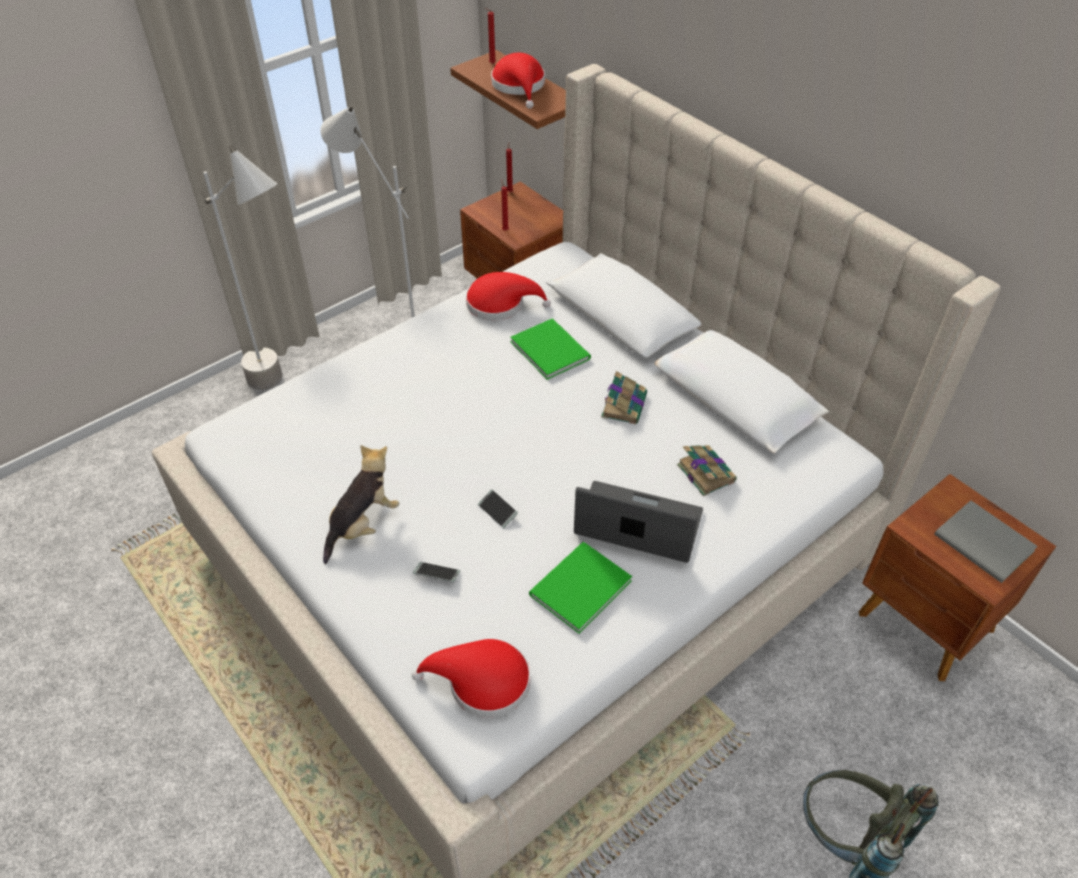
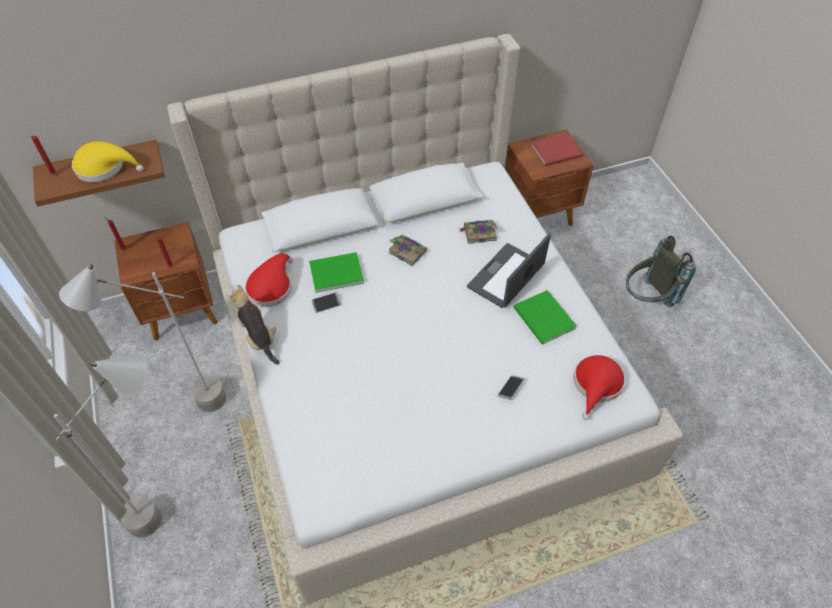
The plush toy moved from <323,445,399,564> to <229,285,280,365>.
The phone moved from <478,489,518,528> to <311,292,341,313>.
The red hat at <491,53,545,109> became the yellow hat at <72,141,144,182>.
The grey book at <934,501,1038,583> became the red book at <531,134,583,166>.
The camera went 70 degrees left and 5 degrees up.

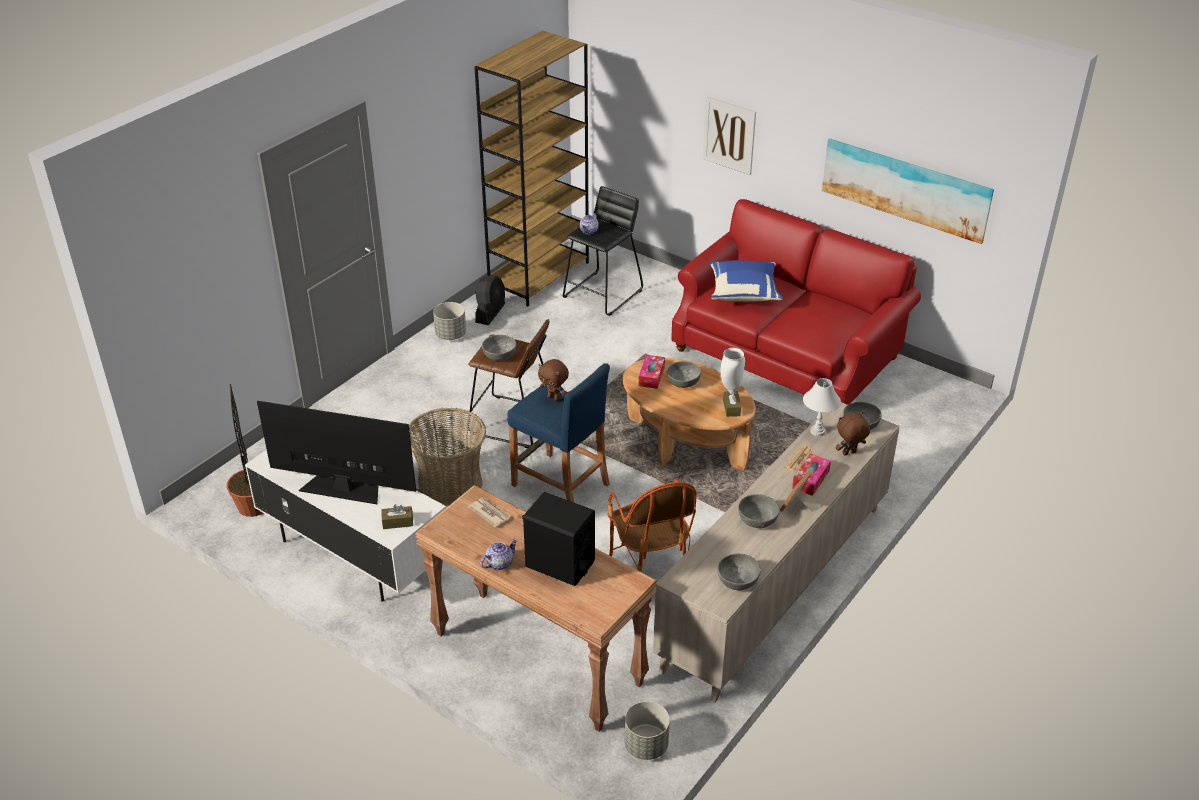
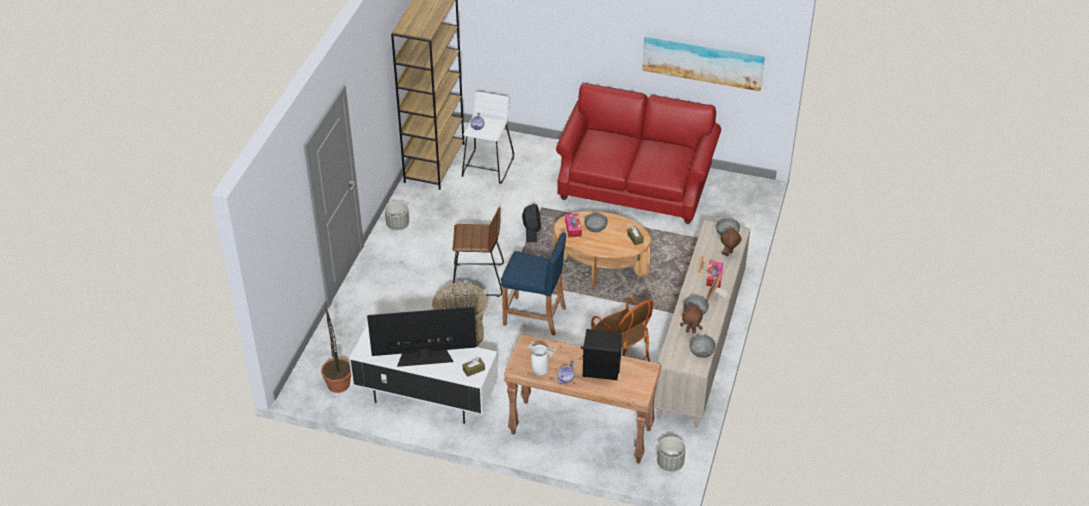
The grey bowl at <482,335,516,361> disappeared.
The picture at <703,97,756,175> disappeared.
The blue pillow at <710,260,783,301> disappeared.
The white table lamp at <803,378,841,436> disappeared.
The black fan moved from <475,275,505,325> to <522,204,541,242>.
The brown plush toy moved from <538,359,569,401> to <680,305,703,334>.
The white vase moved from <721,348,745,391> to <531,345,548,376>.
The black stool at <563,186,643,316> became the white stool at <462,91,514,184>.
The camera went 20 degrees left and 5 degrees up.

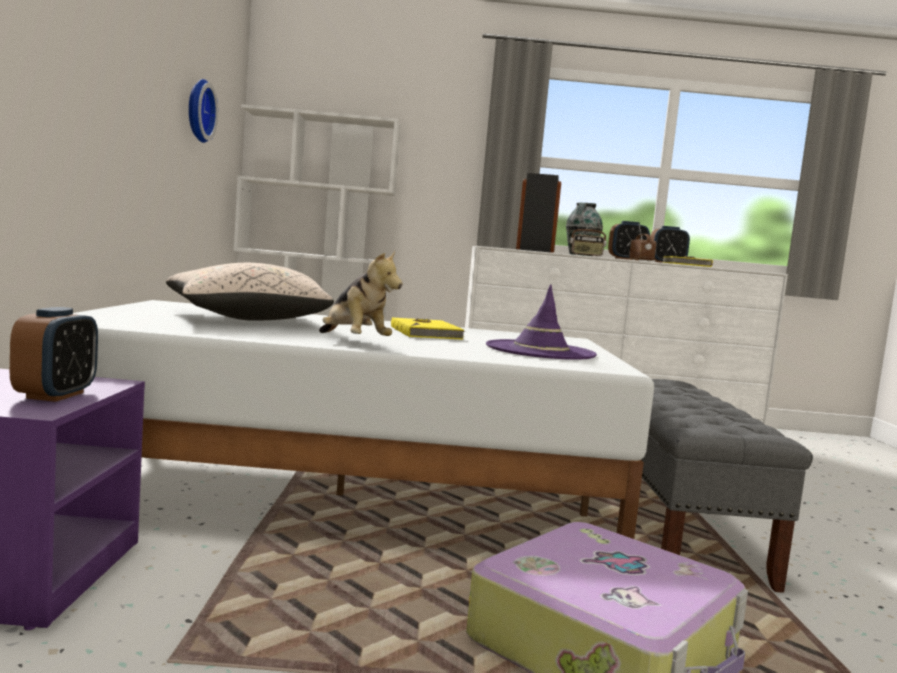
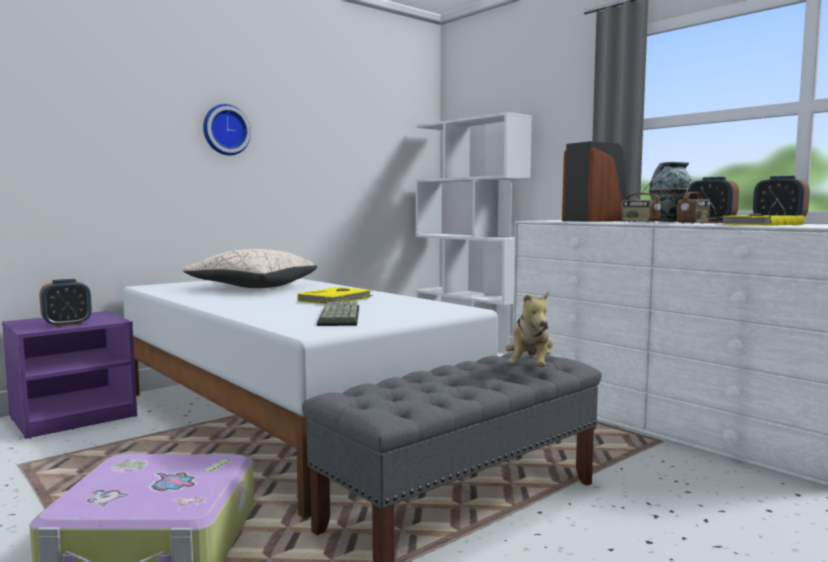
The wall clock moved from <189,79,218,143> to <203,104,251,155>.
The plush toy moved from <319,251,402,336> to <505,291,553,367>.
The purple hat at <486,284,597,360> was replaced by the keyboard at <317,301,359,326>.
The camera went 50 degrees right and 0 degrees up.

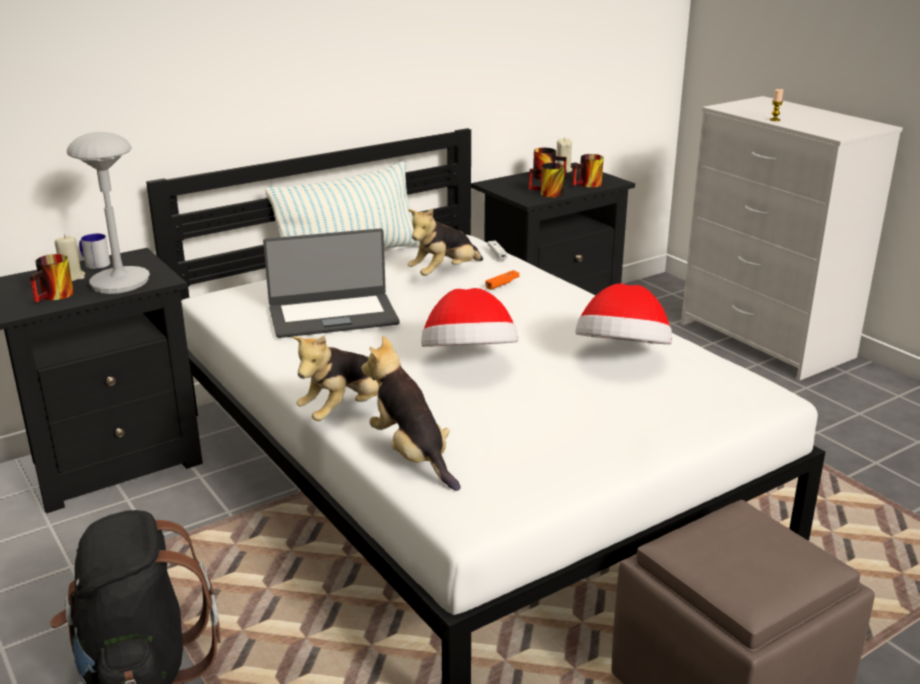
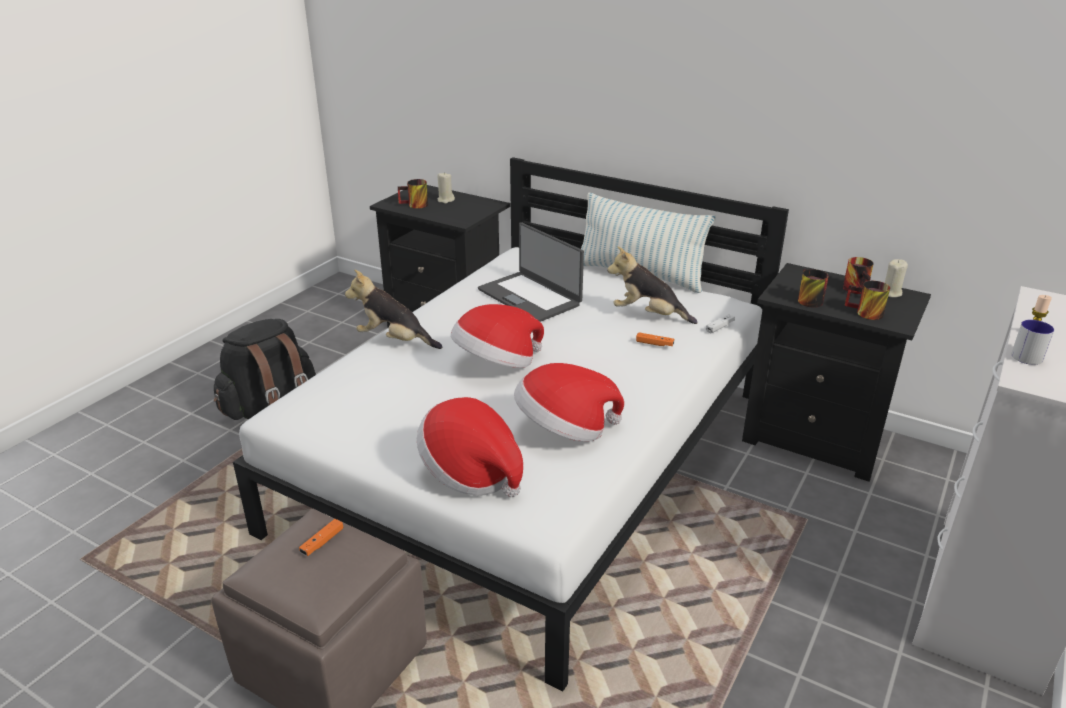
The grey table lamp at <67,132,150,294> disappeared.
The plush toy at <361,336,461,491> disappeared.
The orange game controller at <299,519,343,556> appeared.
The hat at <417,397,523,497> appeared.
The mug moved from <79,234,110,269> to <1011,320,1054,365>.
The camera went 65 degrees right and 5 degrees up.

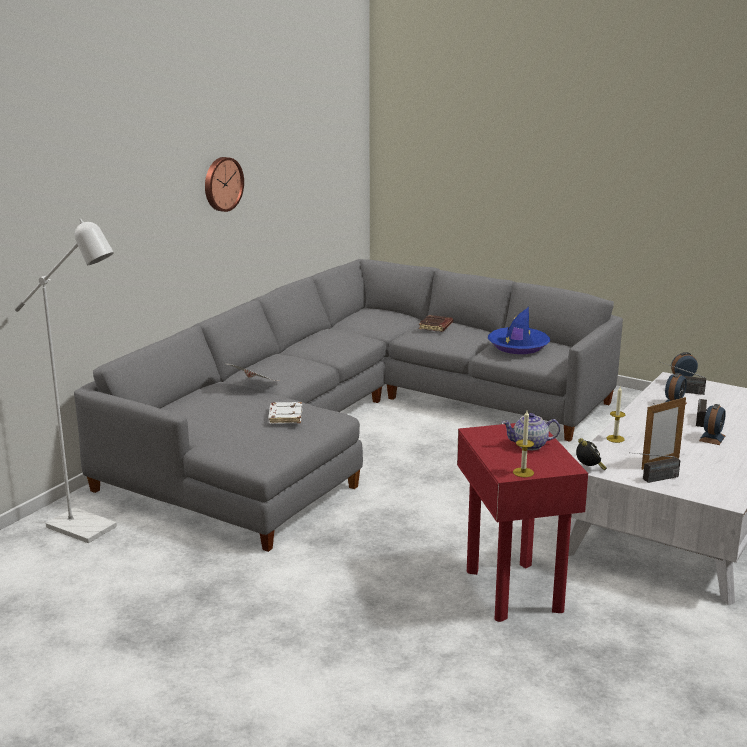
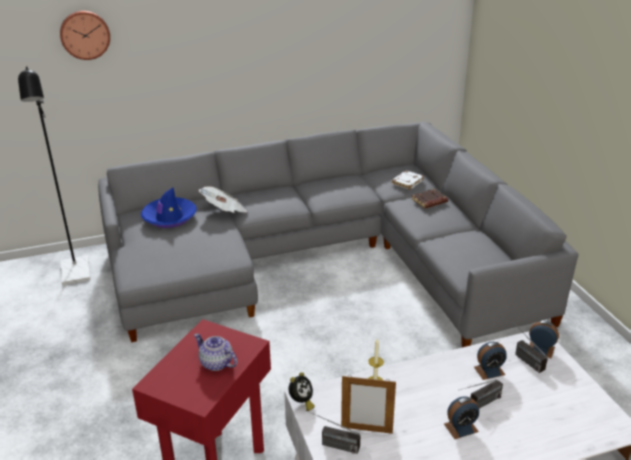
The candle at <513,411,534,477> disappeared.
The wall clock moved from <205,157,244,212> to <60,11,110,60>.
The white book moved from <268,402,303,424> to <391,171,424,190>.
The blue hat moved from <488,307,550,354> to <141,188,197,228>.
The white floor lamp at <15,219,117,543> became the black floor lamp at <18,66,91,285>.
The camera went 40 degrees right and 10 degrees up.

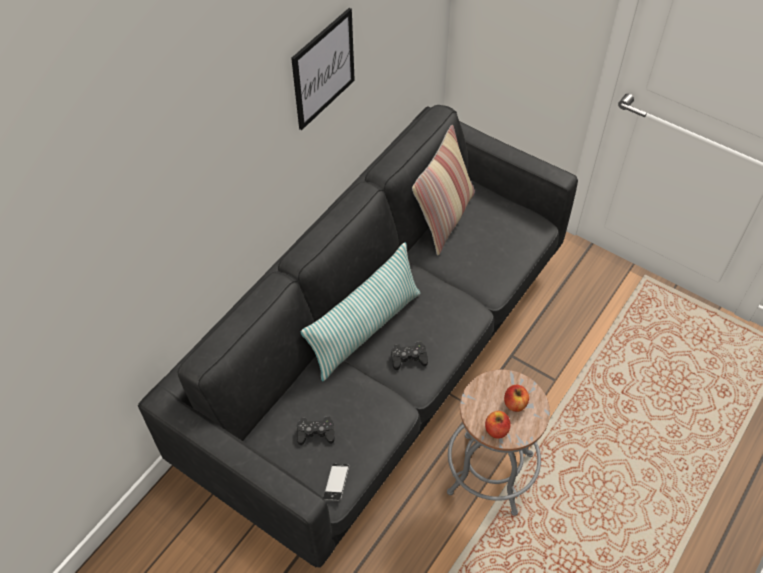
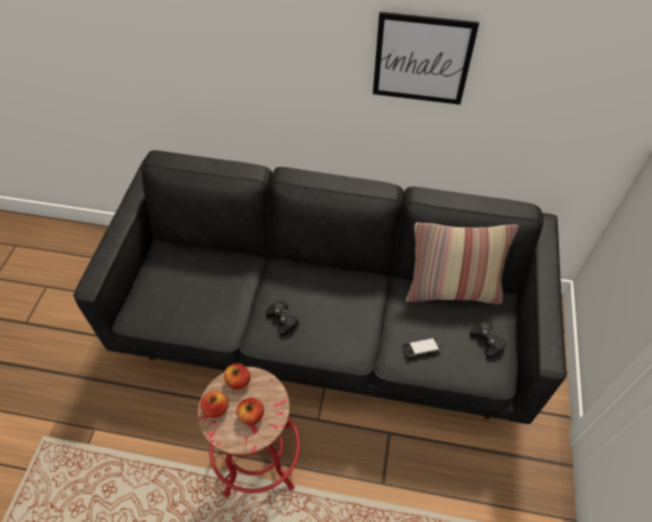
The pillow at <301,242,420,381> disappeared.
The apple at <224,363,250,390> appeared.
The black game controller moved from <297,416,335,445> to <470,321,507,358>.
The phone moved from <323,464,349,501> to <403,338,441,356>.
The grey stool at <447,370,550,516> became the red stool at <198,367,300,497>.
The camera went 65 degrees right and 0 degrees up.

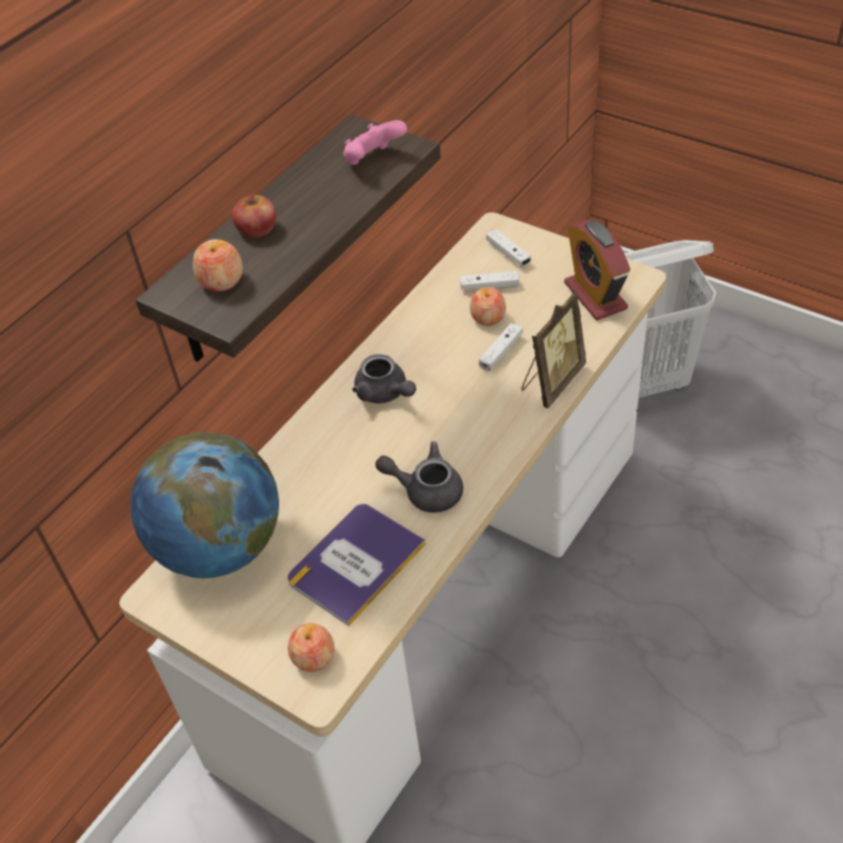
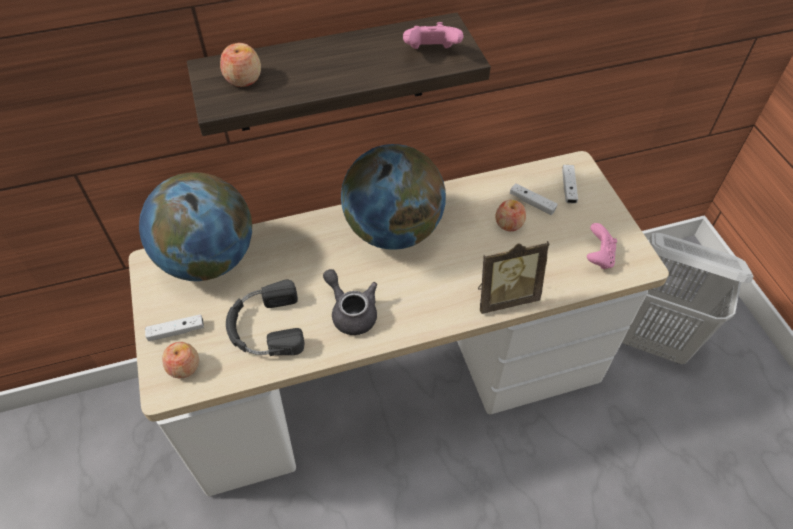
The apple at <232,195,276,238> disappeared.
The white game controller moved from <479,323,523,371> to <145,314,204,341>.
The book at <288,504,426,626> was replaced by the black headphones at <226,280,305,356>.
The grey teapot at <352,354,416,404> was replaced by the globe at <341,144,446,250>.
The alarm clock at <564,219,630,320> was replaced by the pink game controller at <587,223,617,270>.
The camera went 35 degrees right and 5 degrees up.

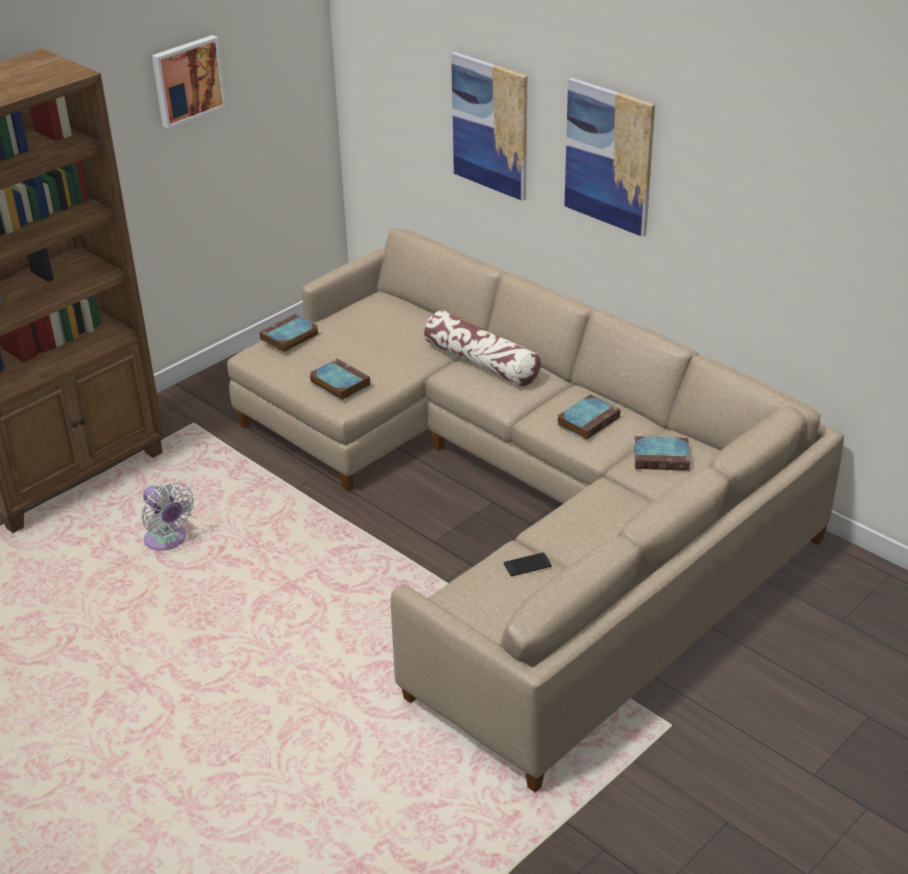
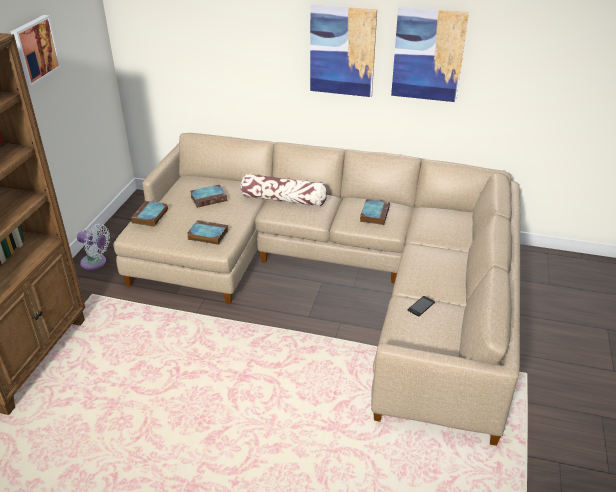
The white fan moved from <141,482,194,551> to <77,224,110,270>.
The picture moved from <451,52,527,201> to <391,7,469,102>.
The book moved from <634,436,690,471> to <190,185,227,208>.
The camera went 30 degrees left and 0 degrees up.

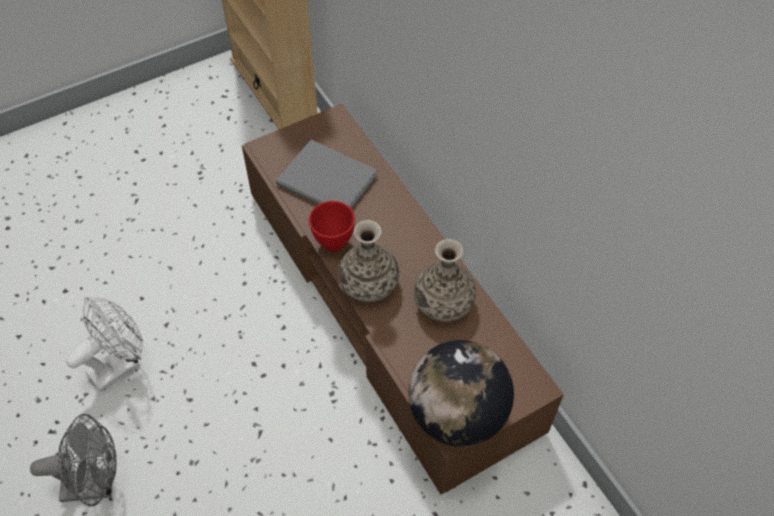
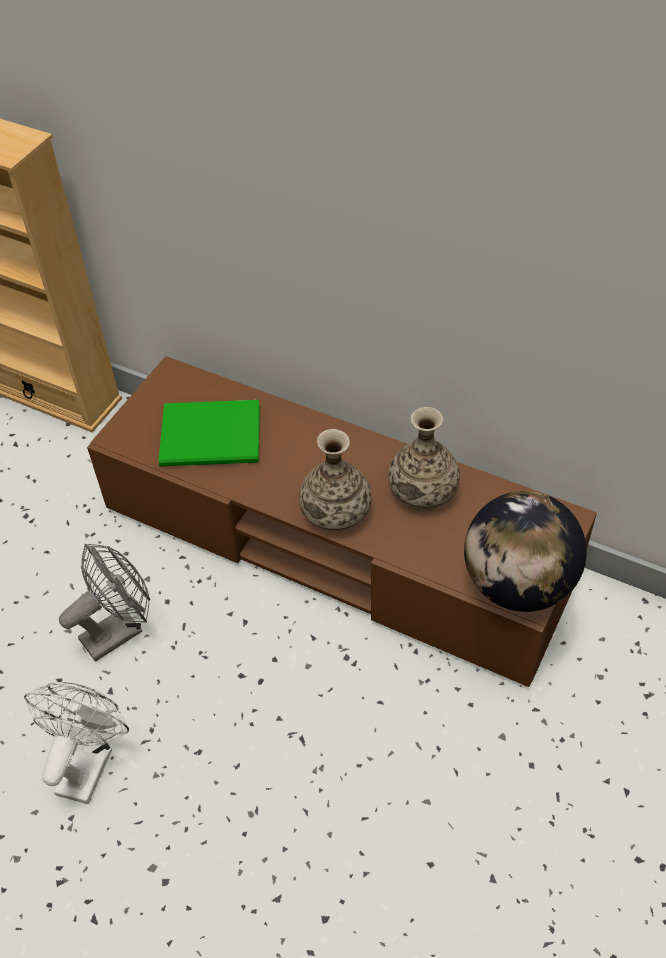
The red bowl at <309,201,355,252> disappeared.
The grey fan moved from <30,414,117,506> to <59,544,150,661>.
The grey book at <276,140,377,209> became the green book at <159,400,260,466>.
The camera went 30 degrees left and 5 degrees down.

